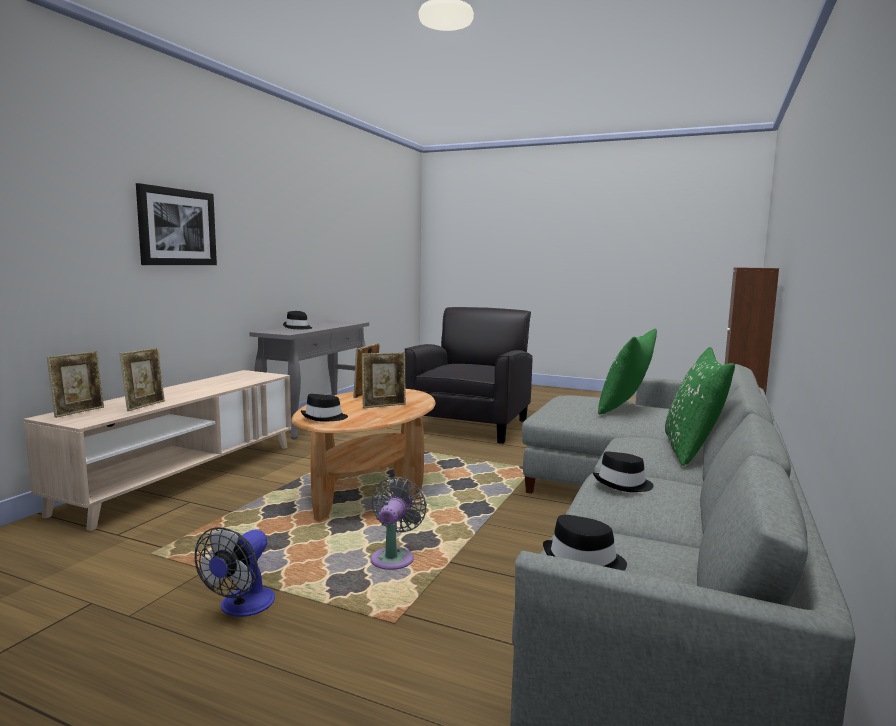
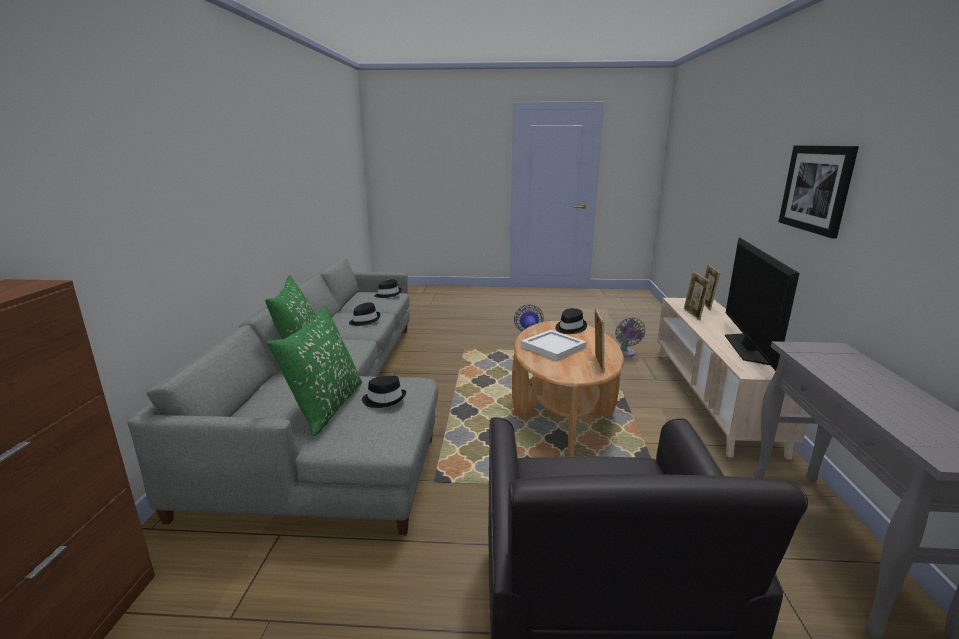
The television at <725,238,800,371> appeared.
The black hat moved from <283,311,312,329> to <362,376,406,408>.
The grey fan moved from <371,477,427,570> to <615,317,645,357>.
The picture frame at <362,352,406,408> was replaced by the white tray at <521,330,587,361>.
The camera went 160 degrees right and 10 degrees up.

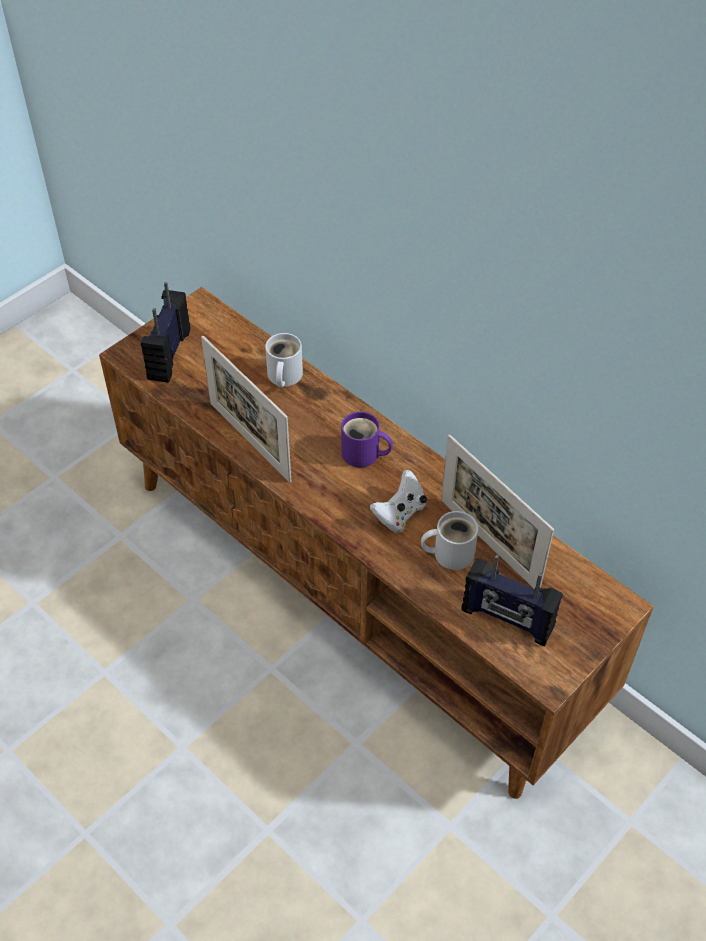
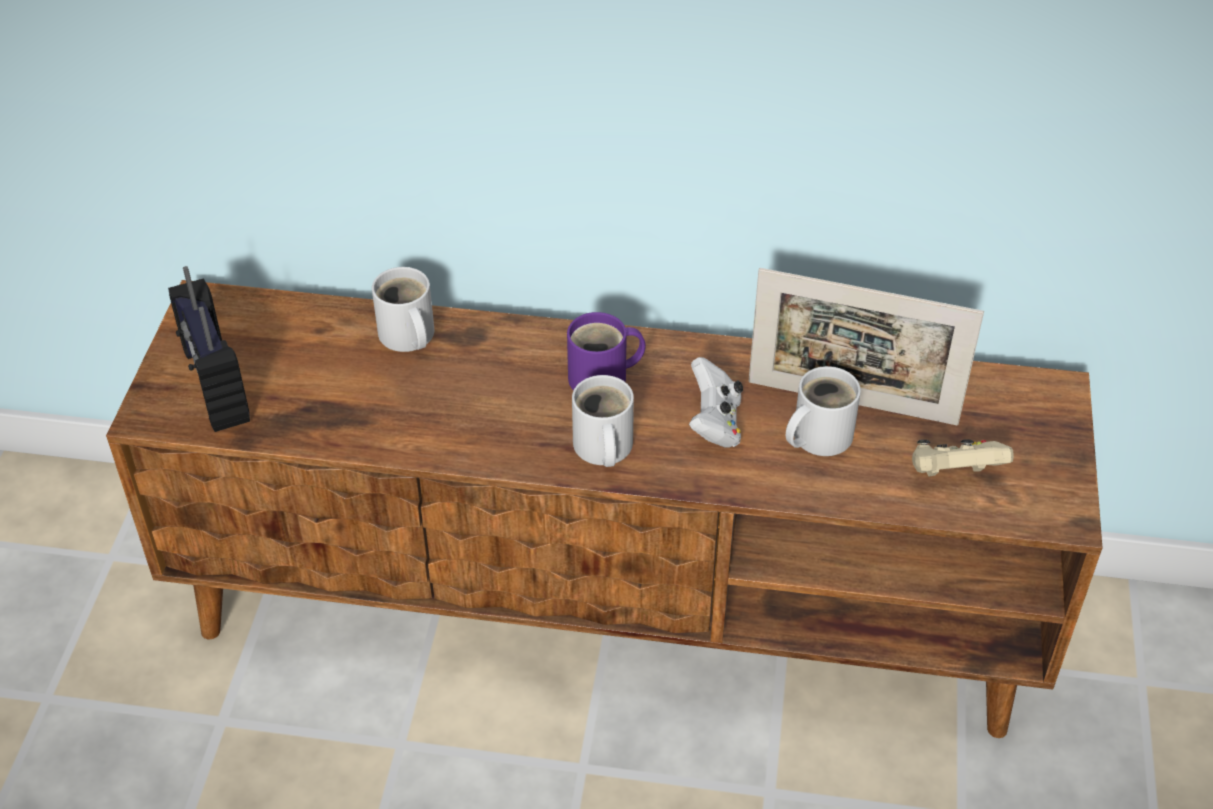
The picture frame at <201,336,291,483> disappeared.
The white mug at <572,375,634,467> appeared.
The radio at <462,555,563,646> was replaced by the beige game controller at <912,440,1014,477>.
The camera went 35 degrees left and 5 degrees down.

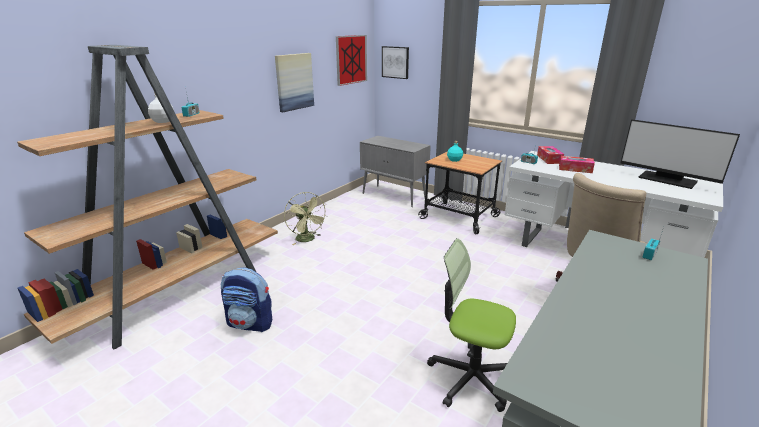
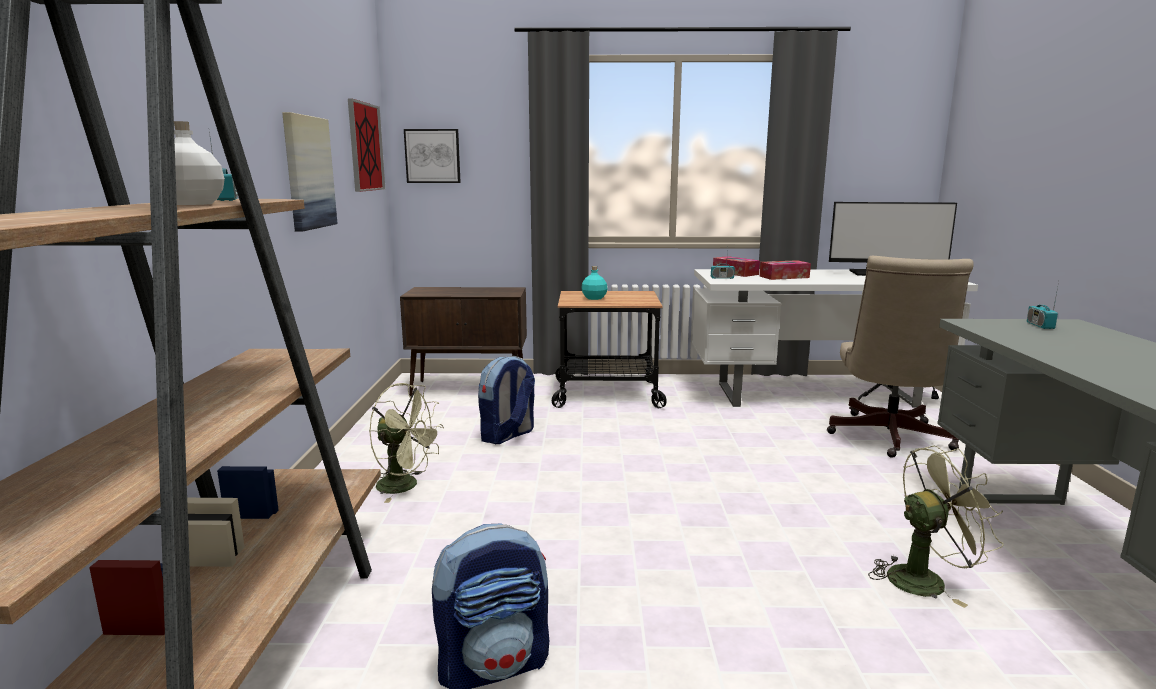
The backpack at <478,356,535,444> appeared.
The office chair at <427,238,516,412> was replaced by the green fan at <868,446,1004,608>.
The grey cabinet at <360,136,431,207> became the brown cabinet at <400,287,527,397>.
The camera went 35 degrees left and 10 degrees down.

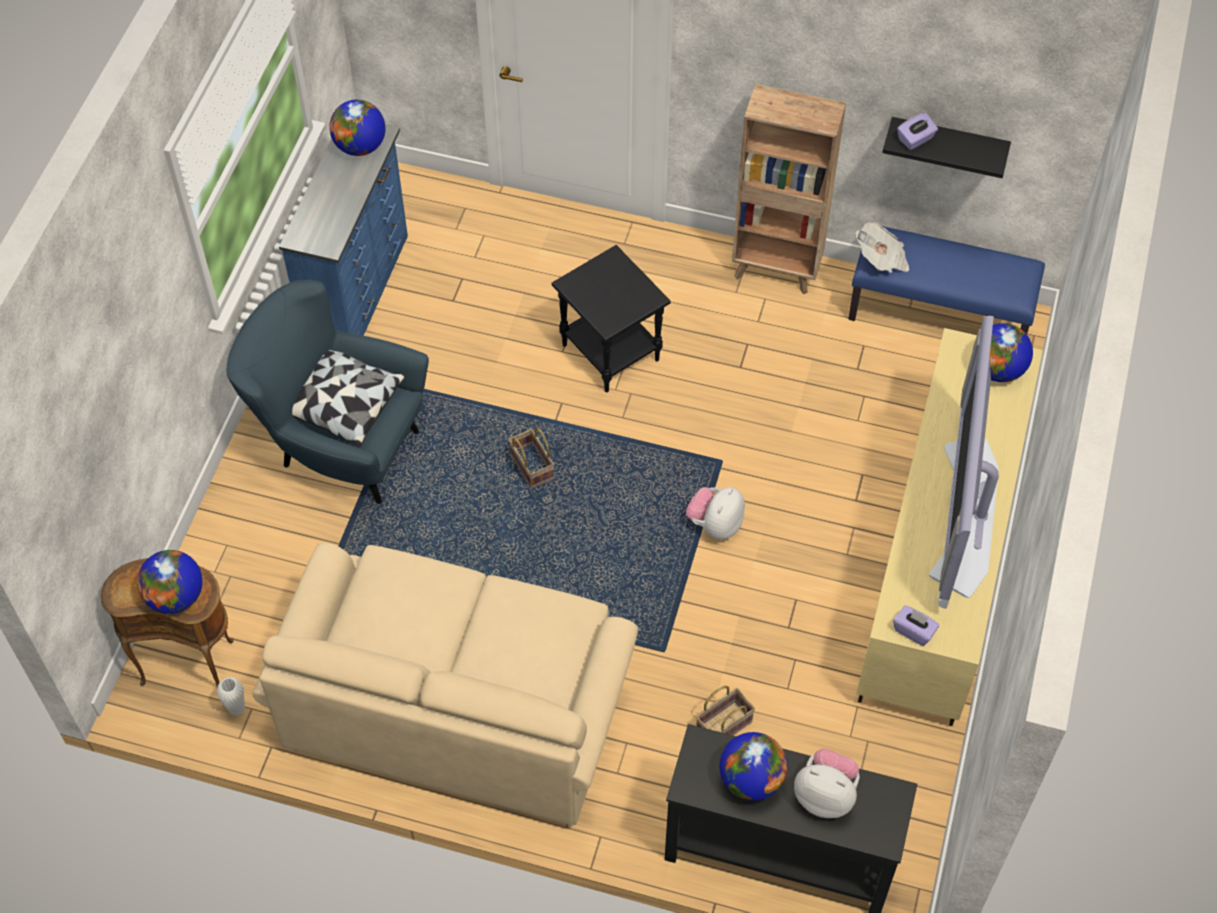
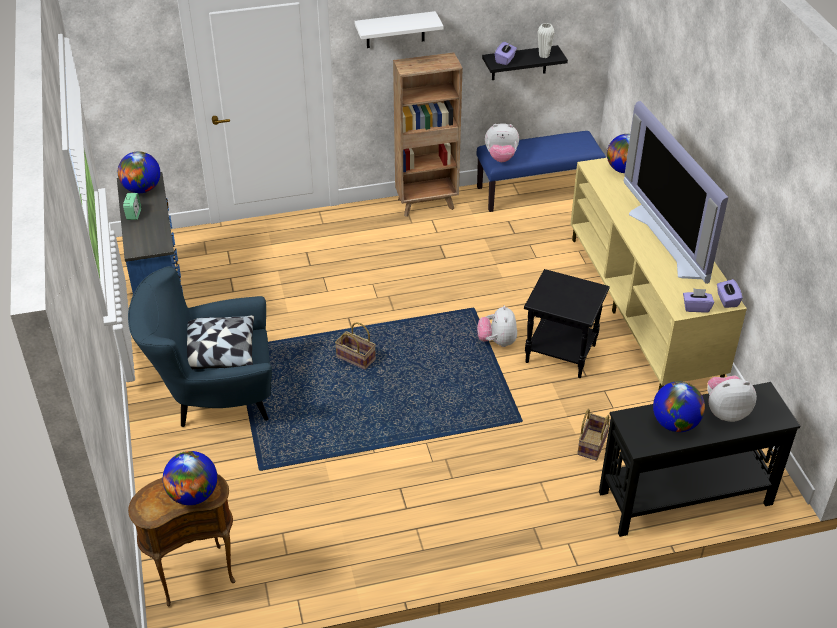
The beige sofa at <253,543,638,825> disappeared.
The alarm clock at <123,193,141,220> appeared.
The white shelf at <354,11,444,48> appeared.
The purple tissue box at <717,279,743,308> appeared.
The white vase moved from <217,677,245,716> to <538,23,555,58>.
The black side table moved from <552,245,671,393> to <524,269,610,378>.
The newspaper at <856,222,910,273> was replaced by the plush toy at <485,123,519,162>.
The camera went 30 degrees left and 15 degrees down.

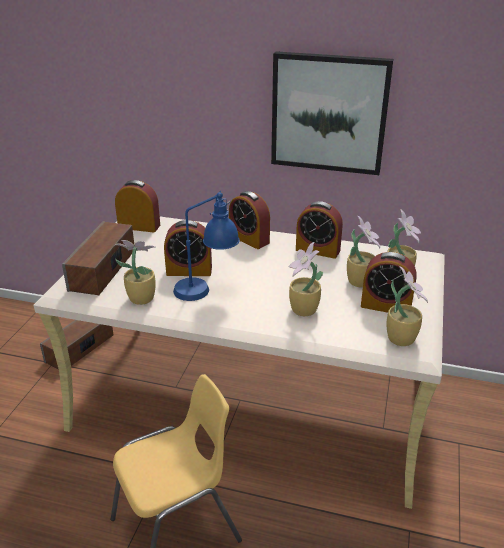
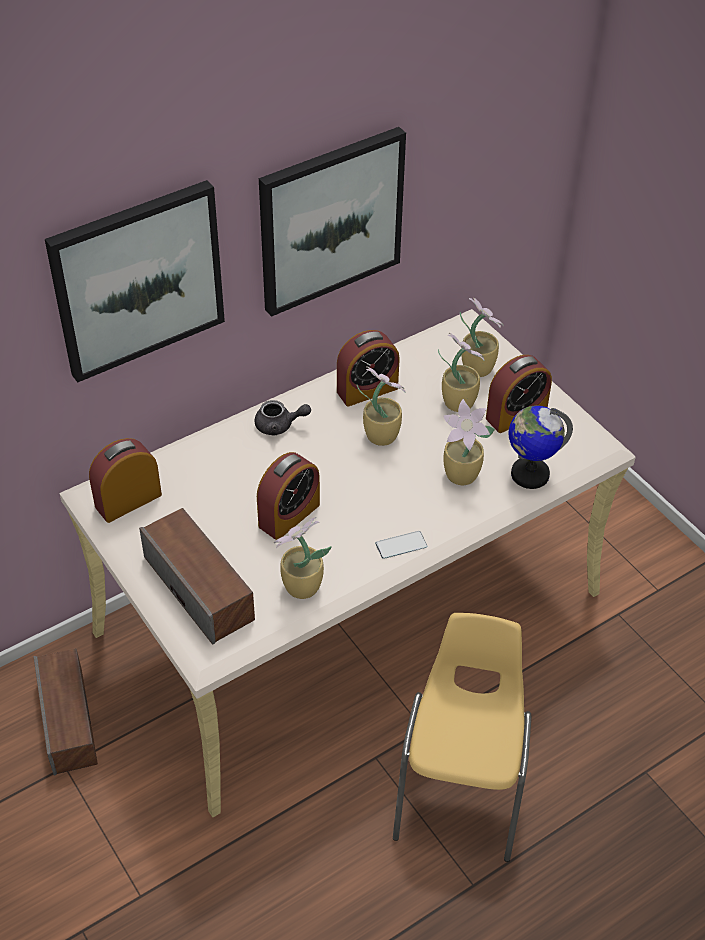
The blue table lamp at <173,191,240,301> disappeared.
The picture at <45,180,225,383> appeared.
The phone at <375,531,427,559> appeared.
The globe at <509,405,573,489> appeared.
The potted plant moved from <387,266,428,346> to <357,366,406,446>.
The alarm clock at <229,191,270,249> was replaced by the grey teapot at <255,400,311,436>.
The camera went 50 degrees left and 15 degrees up.

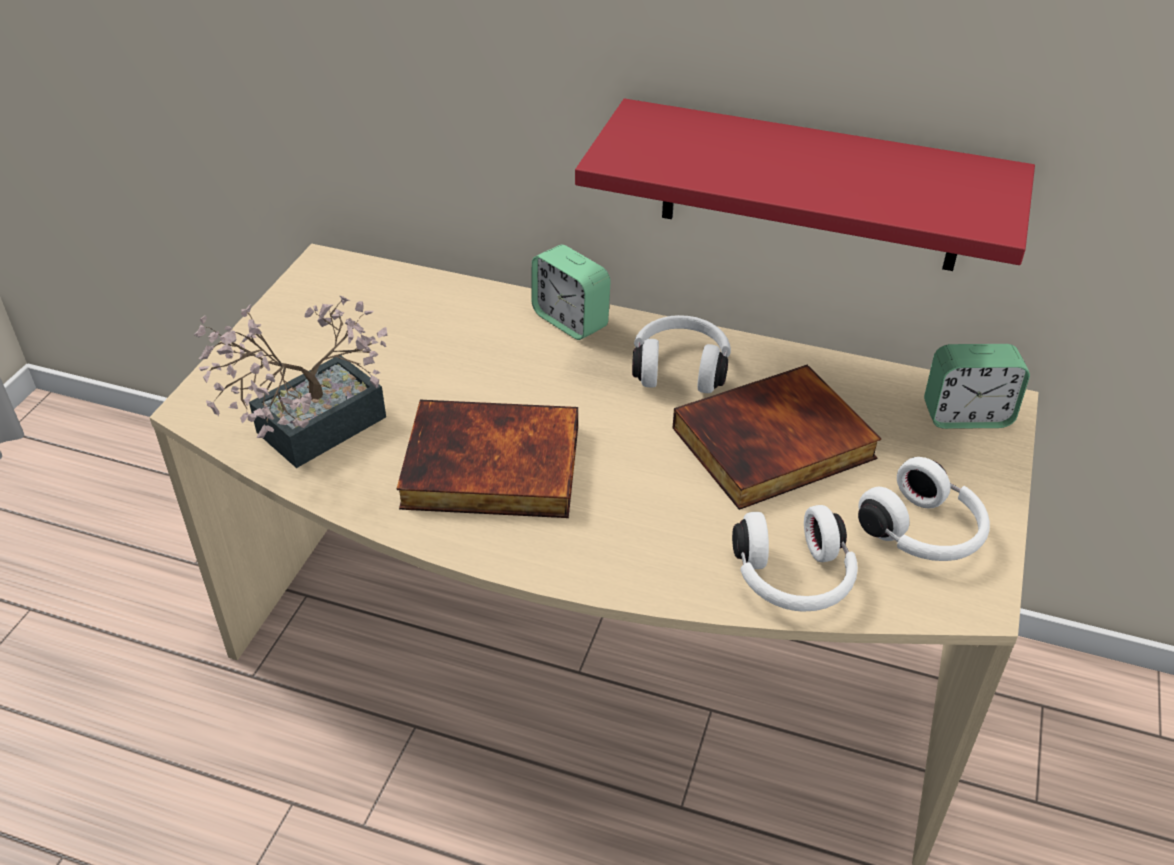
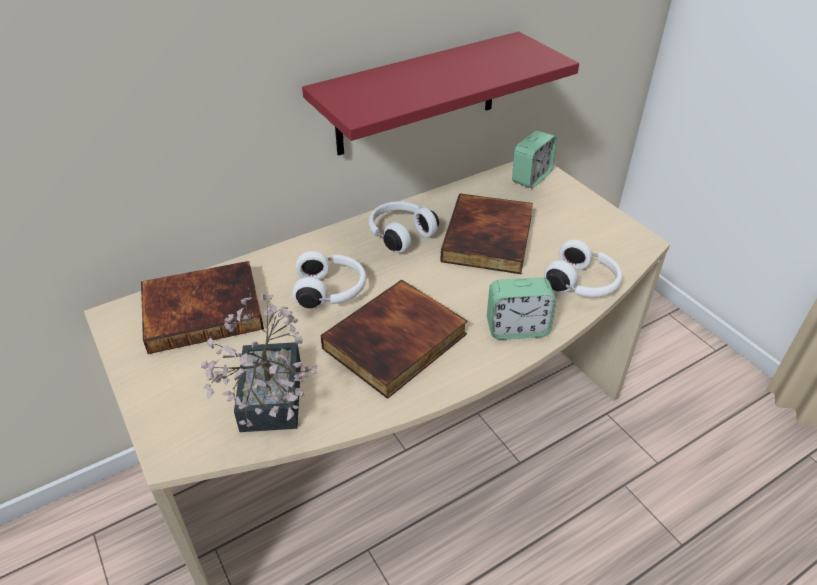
The book at <141,261,264,354> appeared.
The alarm clock moved from <532,245,611,340> to <487,277,557,339>.
The white headphones moved from <858,457,990,561> to <292,251,366,308>.
The camera went 50 degrees left and 0 degrees up.

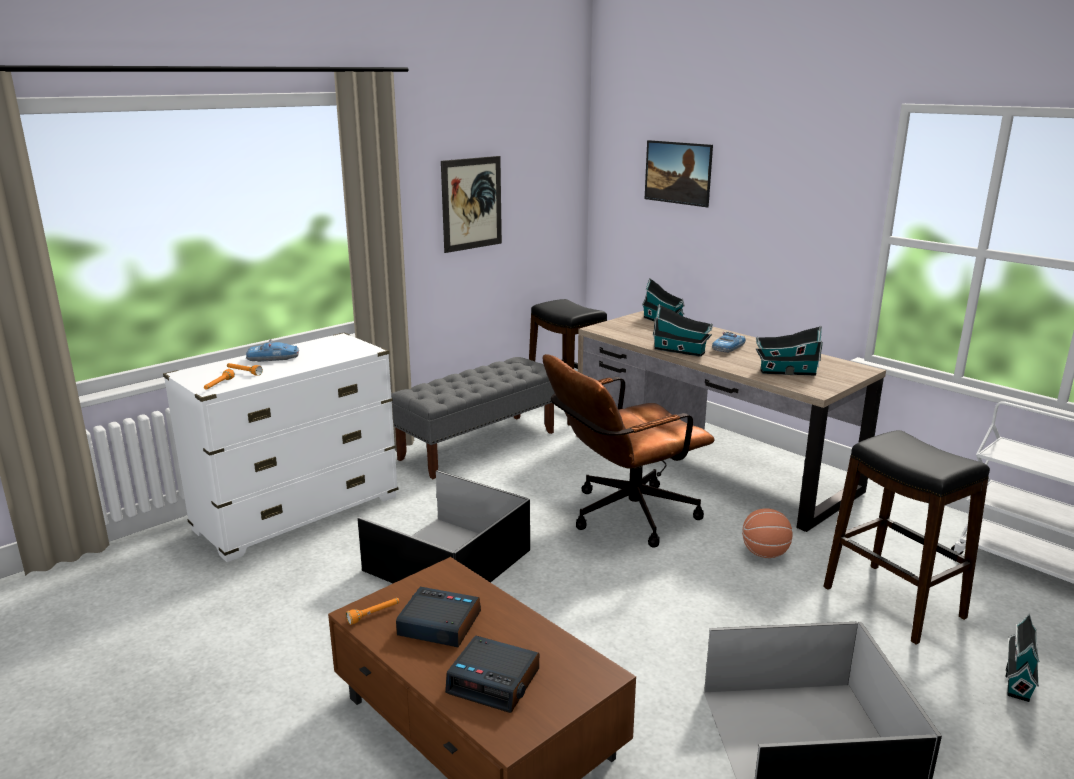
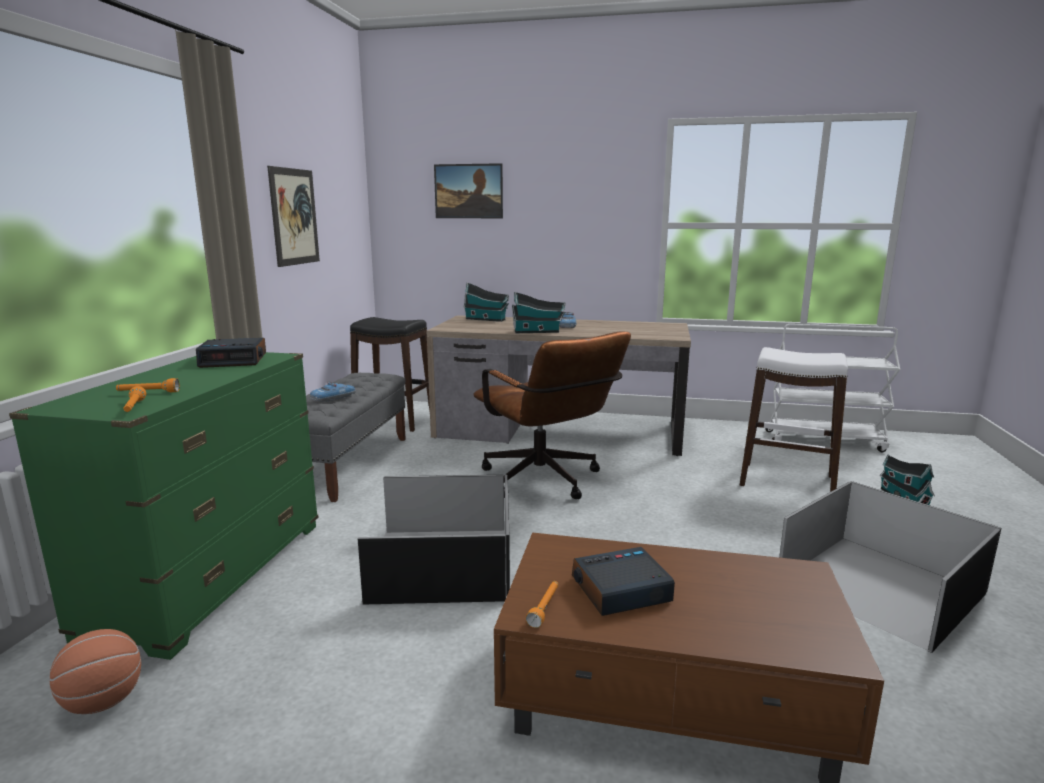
The toy house at <756,326,823,376> disappeared.
The toy car moved from <246,339,299,362> to <310,381,356,402>.
The alarm clock moved from <445,635,539,713> to <196,338,266,368>.
The basketball moved from <742,508,793,558> to <50,629,141,714>.
The white dresser at <163,332,398,562> became the green dresser at <9,352,318,660>.
The black stool at <823,430,990,645> became the white stool at <740,347,848,492>.
The brown office chair at <543,354,715,548> turned 60 degrees counterclockwise.
The camera went 35 degrees left and 5 degrees down.

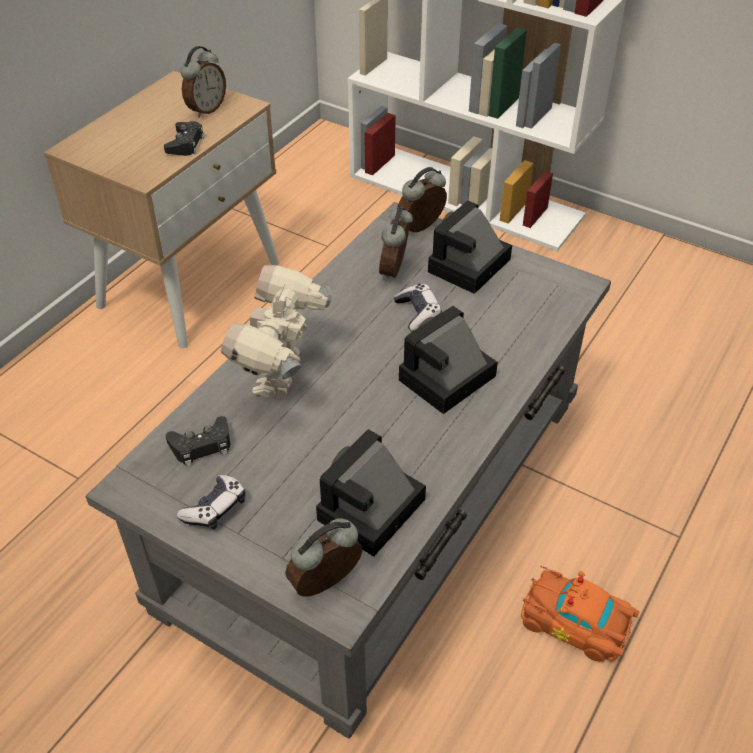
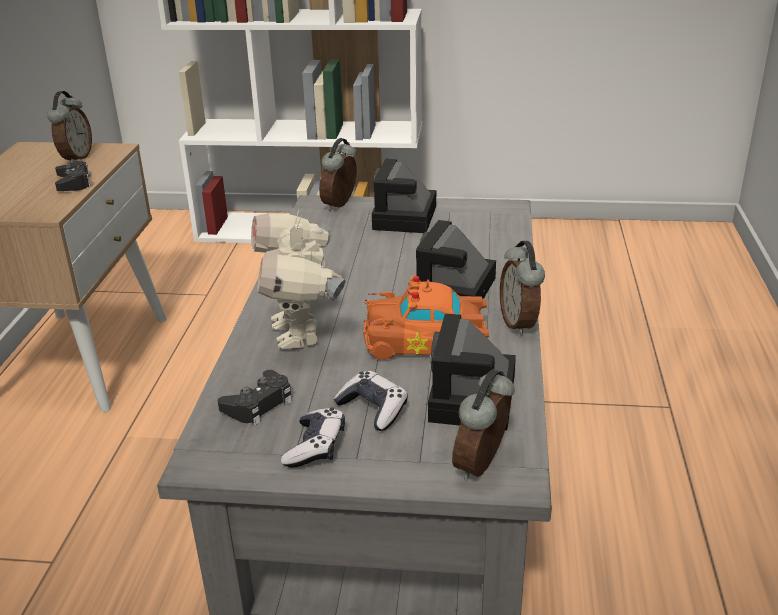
The alarm clock moved from <379,207,413,281> to <500,241,545,336>.
The game controller moved from <394,284,442,332> to <333,371,408,431>.
The orange toy car moved from <521,566,640,662> to <363,275,489,360>.
The camera went 25 degrees left and 15 degrees down.

